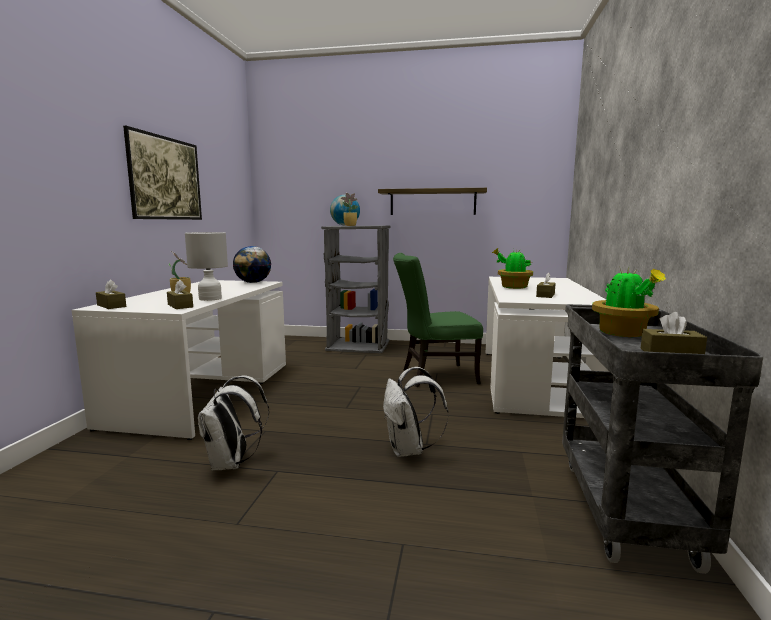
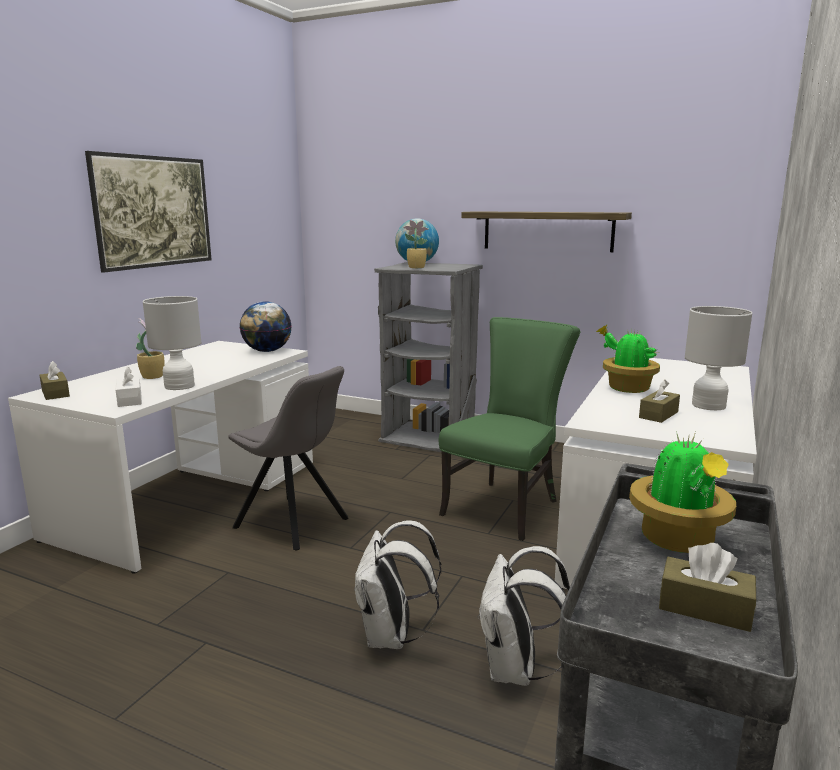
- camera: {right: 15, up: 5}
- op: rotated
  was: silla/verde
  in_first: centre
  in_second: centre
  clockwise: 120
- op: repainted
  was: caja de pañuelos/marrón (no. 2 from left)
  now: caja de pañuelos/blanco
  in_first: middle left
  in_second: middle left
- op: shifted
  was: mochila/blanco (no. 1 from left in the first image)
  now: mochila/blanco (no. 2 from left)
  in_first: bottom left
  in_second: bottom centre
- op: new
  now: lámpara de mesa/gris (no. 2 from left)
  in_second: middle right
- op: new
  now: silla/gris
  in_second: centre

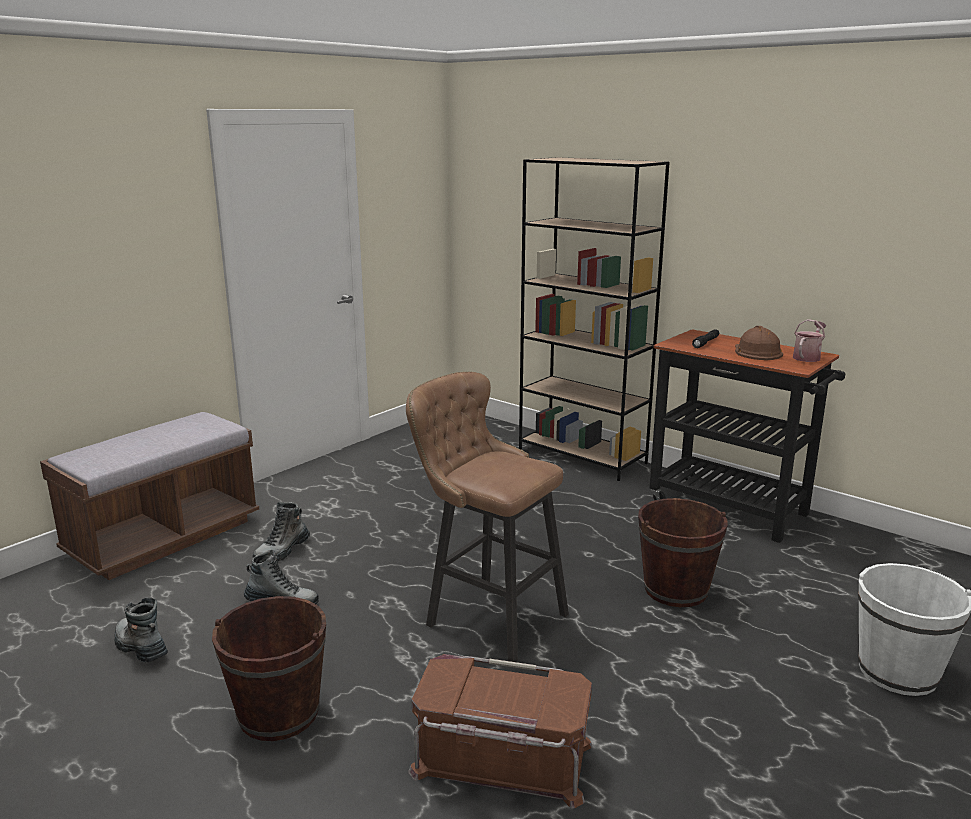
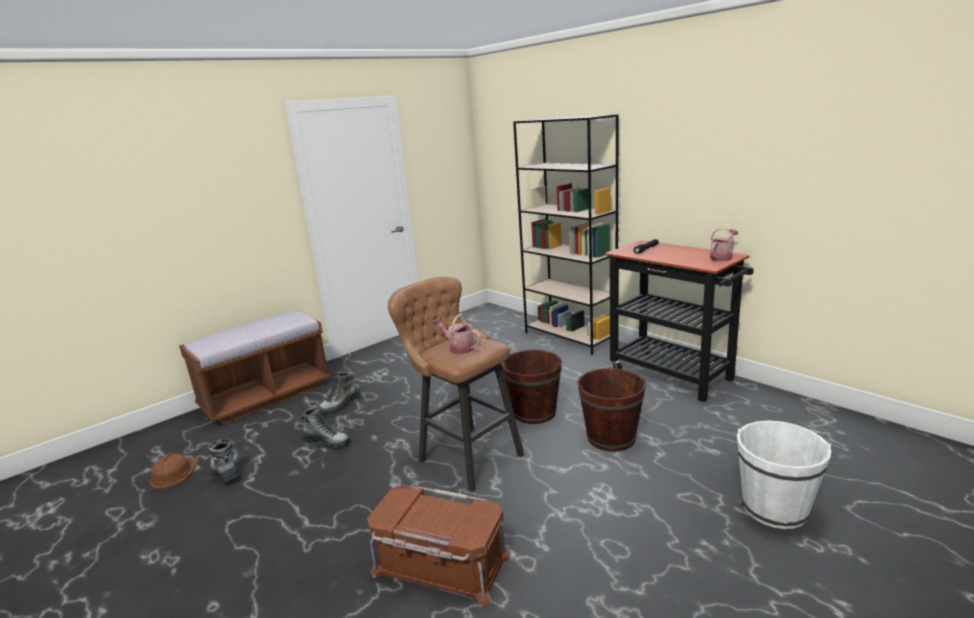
- camera: {right: 10, up: 0}
- op: shifted
  was: casco/marrón
  in_first: middle right
  in_second: bottom left
- op: shifted
  was: cubo/marrón (no. 1 from left)
  in_first: bottom left
  in_second: centre
- op: new
  now: regadera (no. 1 from left)
  in_second: centre

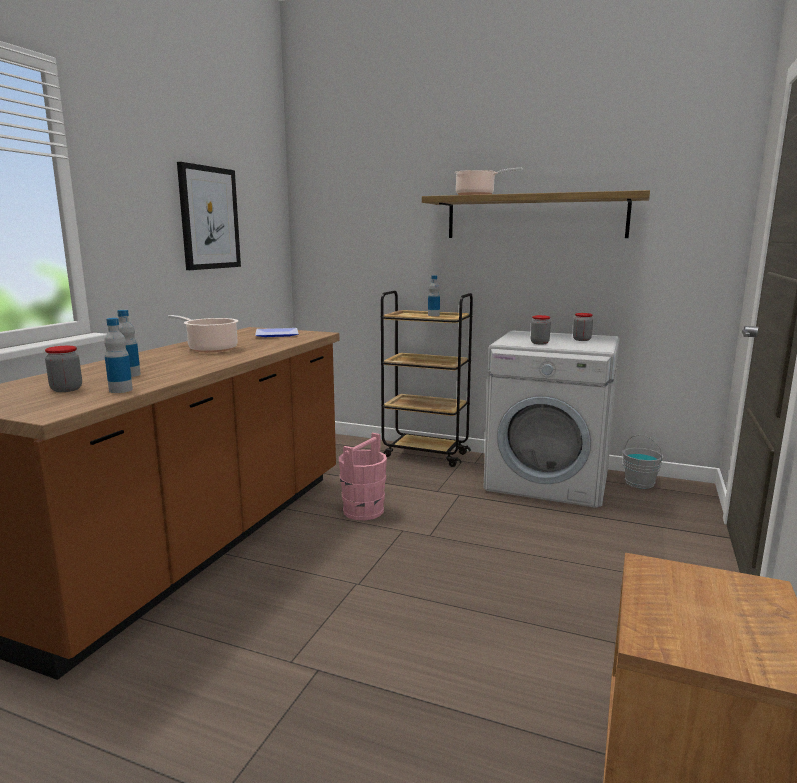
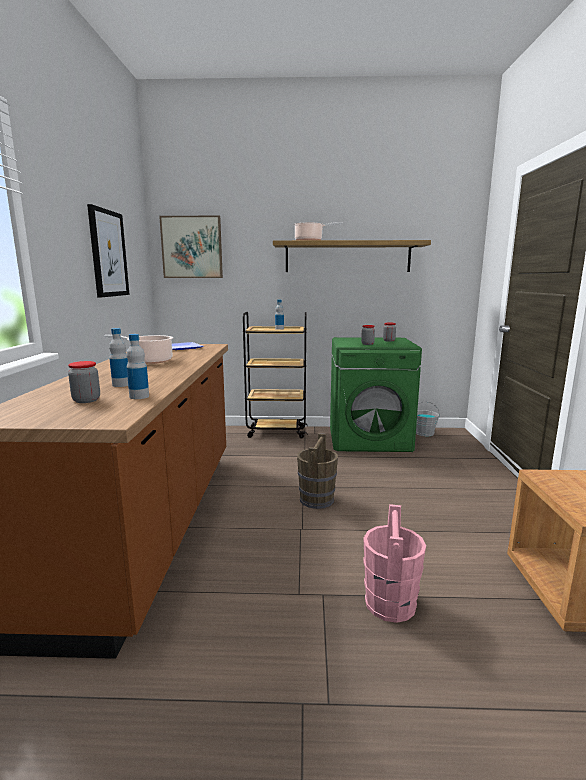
- camera: {right: -20, up: 0}
- op: repainted
  was: lavadora/blanco
  now: lavadora/verde
  in_first: middle right
  in_second: centre
- op: shifted
  was: cubo/rosa
  in_first: centre
  in_second: bottom right
- op: new
  now: cuadro (no. 2 from left)
  in_second: top left
- op: new
  now: cubo/marrón
  in_second: centre

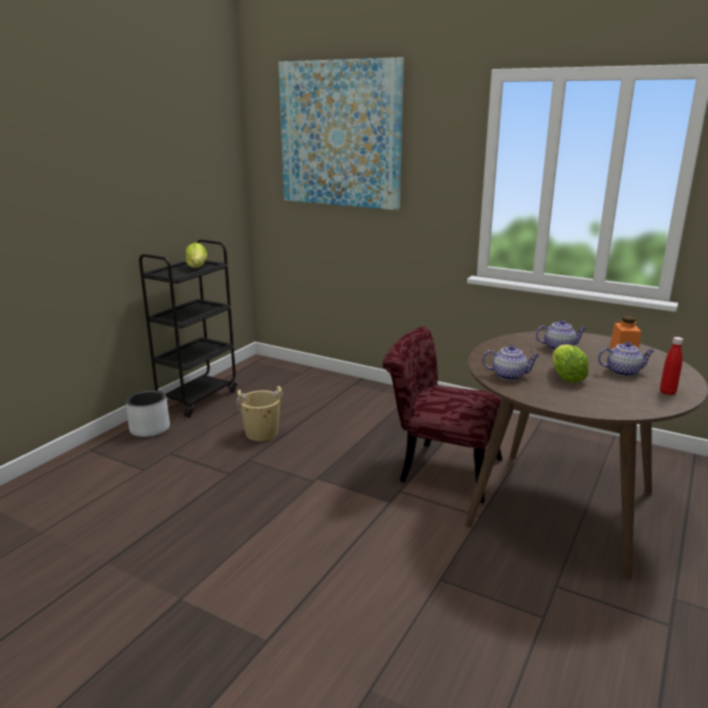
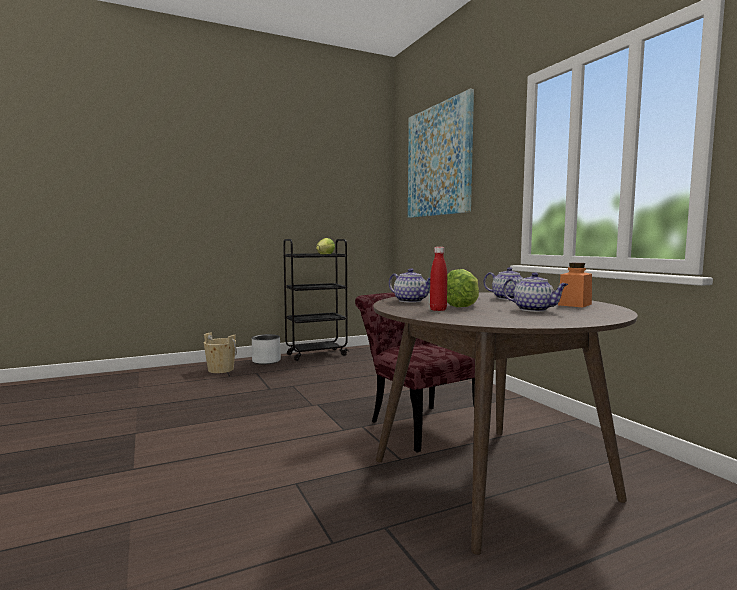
- camera: {right: 35, up: -15}
- op: shifted
  was: botella/rojo
  in_first: middle right
  in_second: centre
- op: shifted
  was: cubo/beis
  in_first: centre
  in_second: middle left

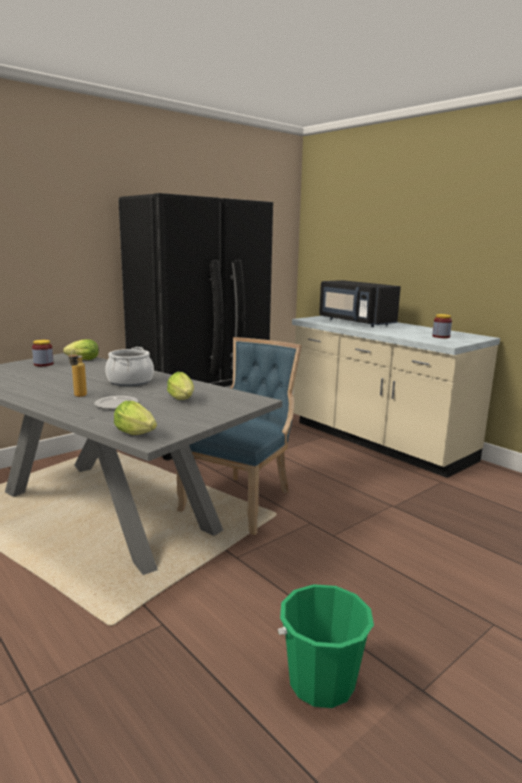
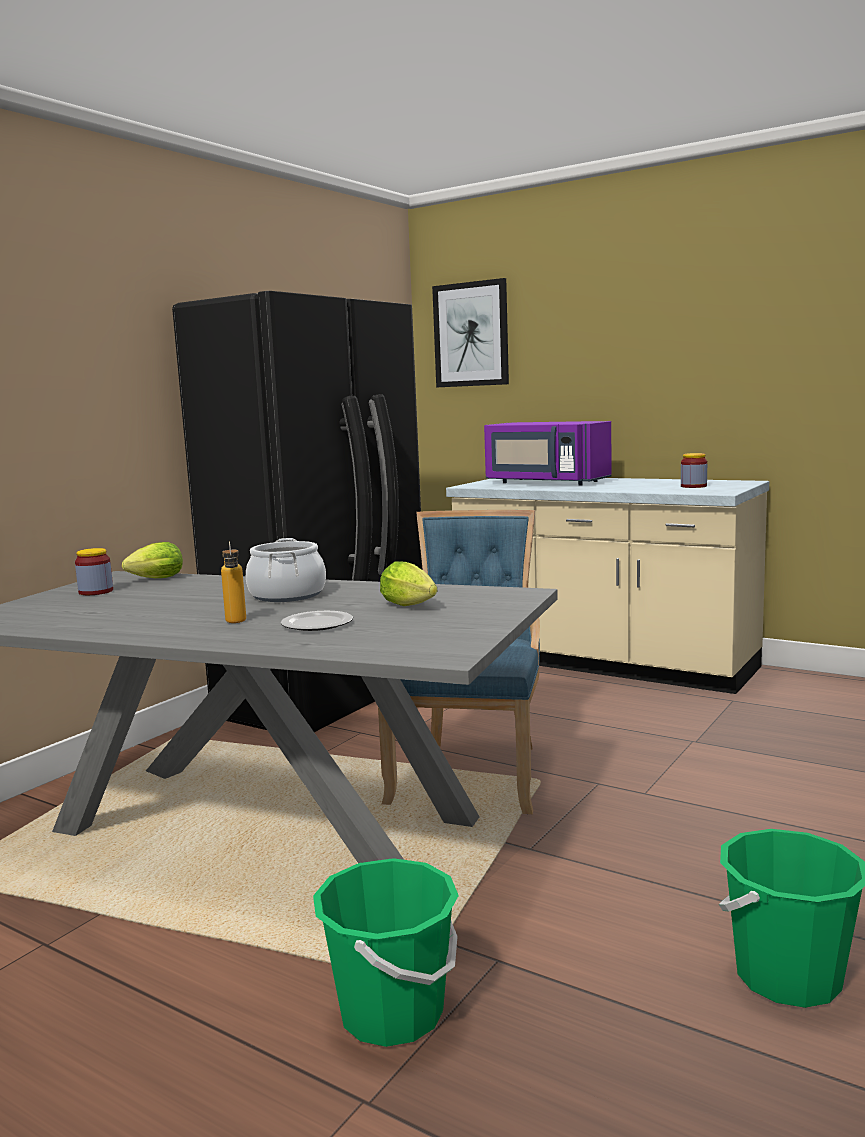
- camera: {right: -15, up: -5}
- op: repainted
  was: microondas/negro
  now: microondas/morado
  in_first: middle right
  in_second: centre
- op: gone
  was: lechuga (no. 2 from left)
  in_first: middle left
- op: new
  now: cuadro
  in_second: top centre
- op: new
  now: cubo/verde (no. 1 from left)
  in_second: bottom centre

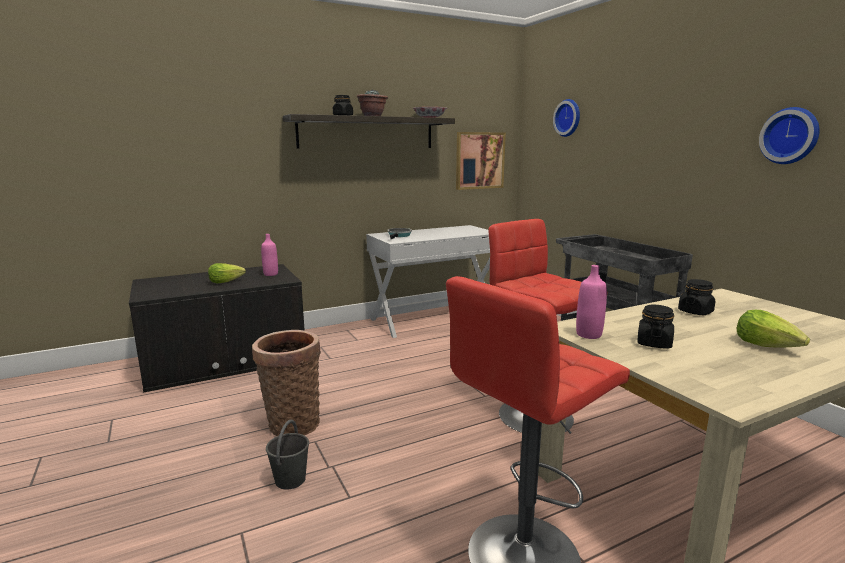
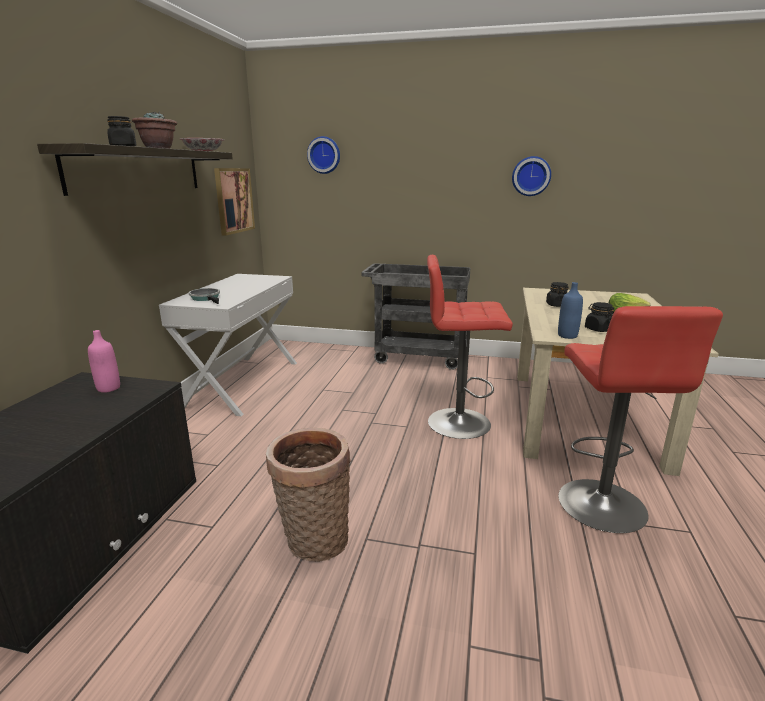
- camera: {right: -50, up: 5}
- op: gone
  was: lechuga (no. 1 from left)
  in_first: middle left
- op: repainted
  was: botella/rosa (no. 2 from left)
  now: botella/azul
  in_first: middle right
  in_second: middle right
- op: gone
  was: cubo/gris
  in_first: bottom centre

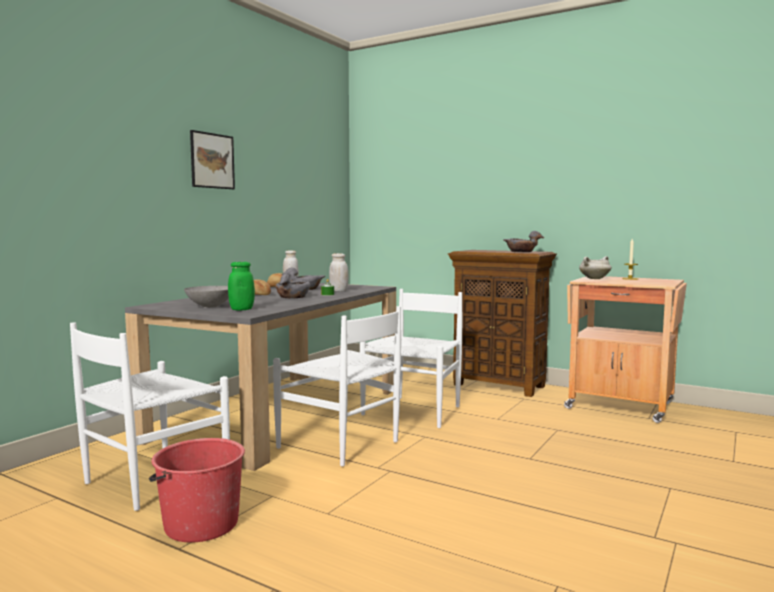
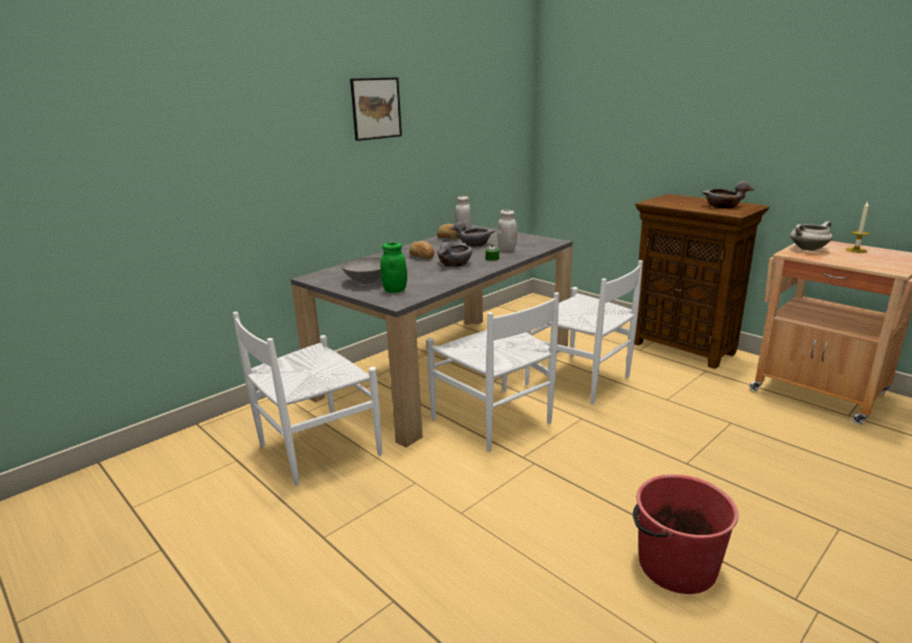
- camera: {right: 15, up: 15}
- op: rotated
  was: silla/blanco (no. 3 from left)
  in_first: centre
  in_second: centre
  clockwise: 90
- op: shifted
  was: cubo/rojo
  in_first: bottom left
  in_second: bottom right

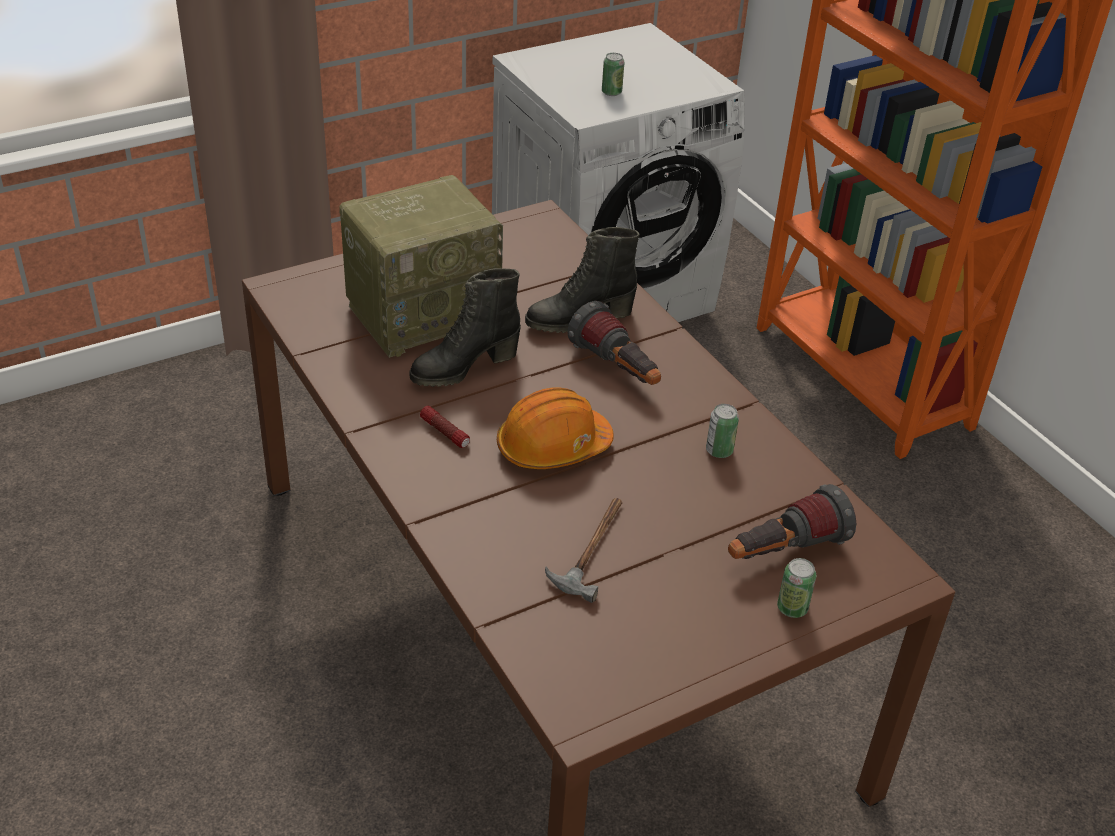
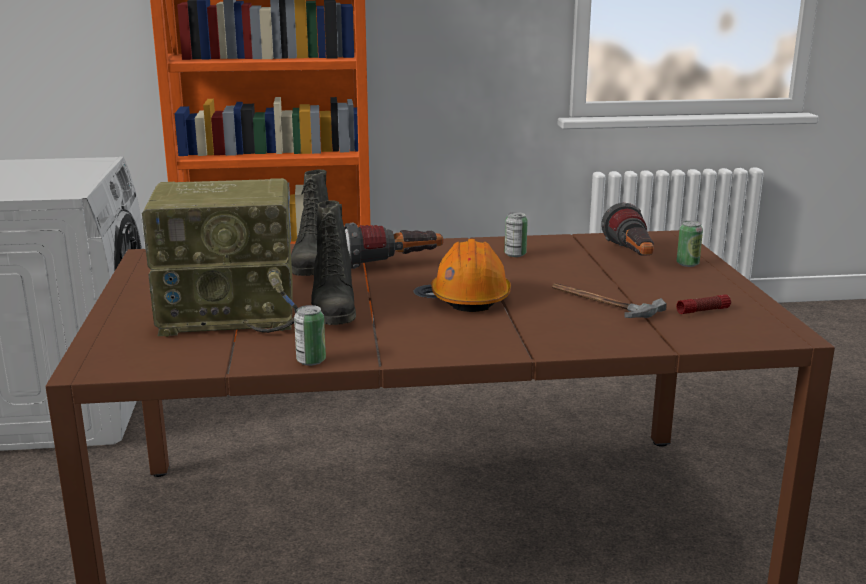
- camera: {right: -65, up: -20}
- op: shifted
  was: lata (no. 1 from left)
  in_first: top centre
  in_second: centre
- op: rotated
  was: radio
  in_first: top centre
  in_second: middle left
  clockwise: 90
- op: shifted
  was: linterna (no. 1 from left in the first image)
  now: linterna (no. 3 from left)
  in_first: centre
  in_second: middle right

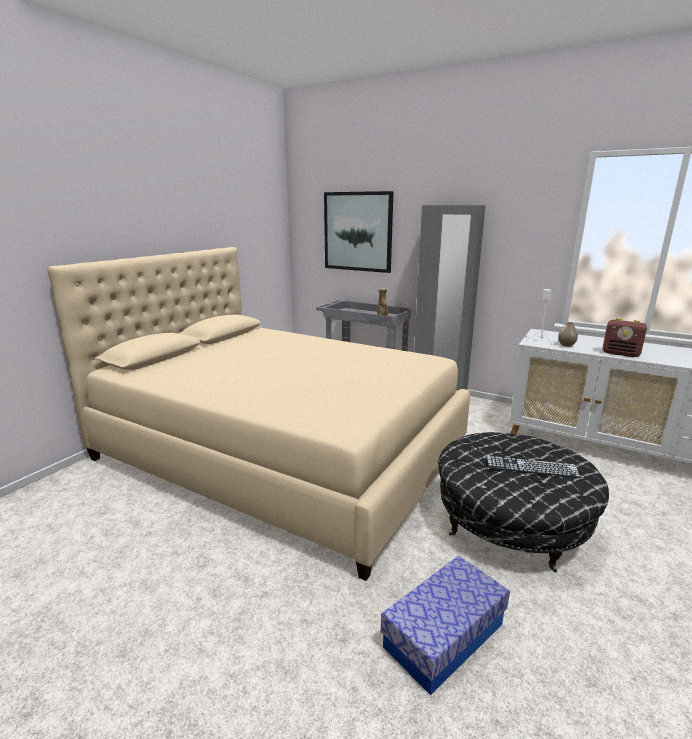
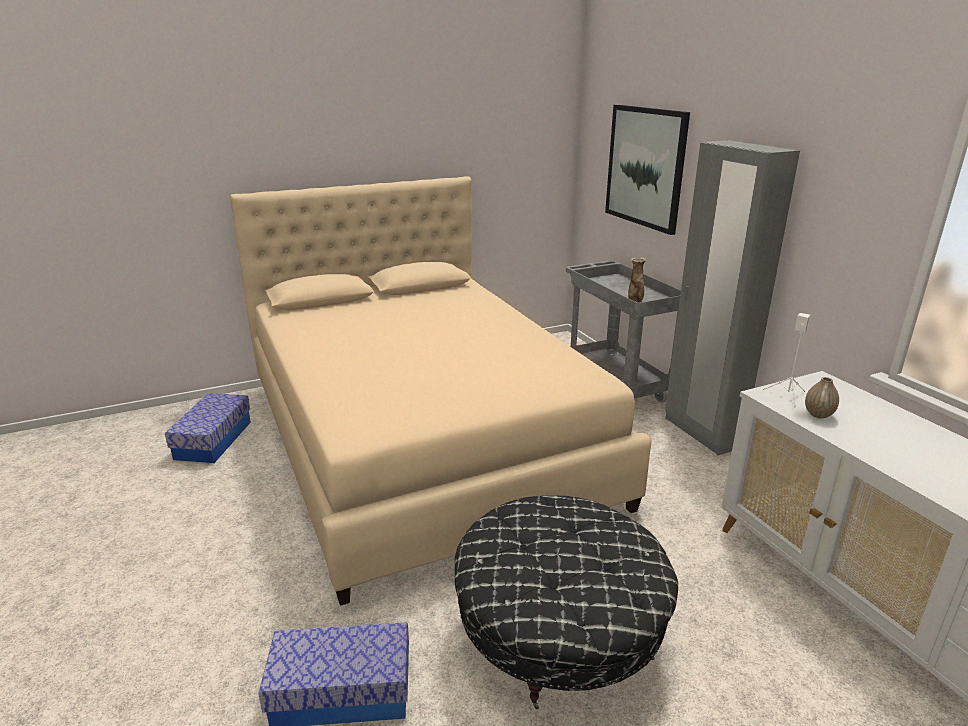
- camera: {right: 35, up: 5}
- op: gone
  was: radio
  in_first: middle right
- op: gone
  was: teclado
  in_first: middle right
- op: new
  now: caja de almacenaje (no. 1 from left)
  in_second: middle left

